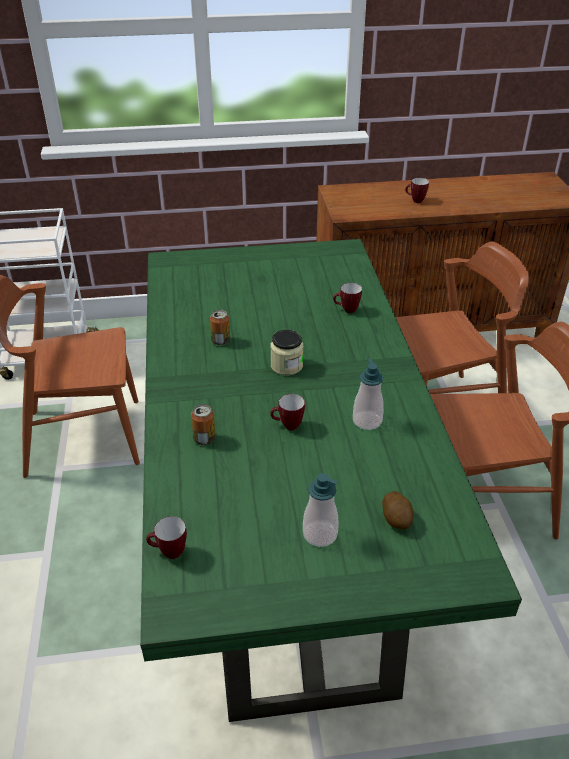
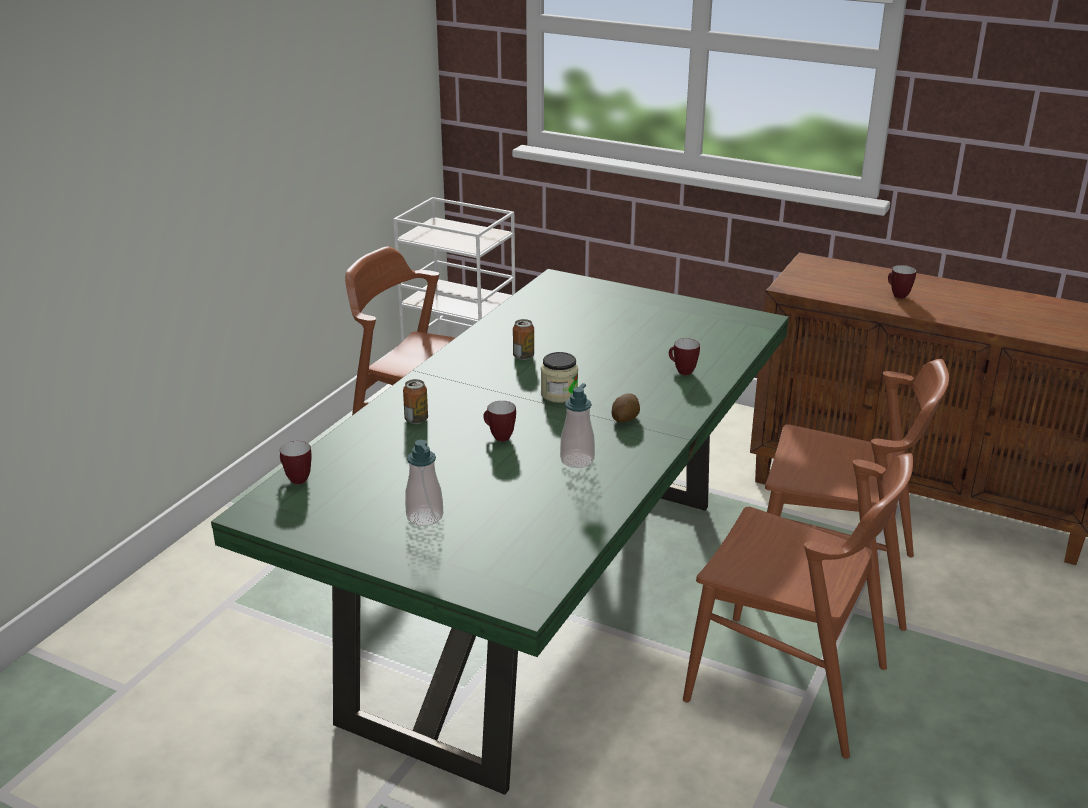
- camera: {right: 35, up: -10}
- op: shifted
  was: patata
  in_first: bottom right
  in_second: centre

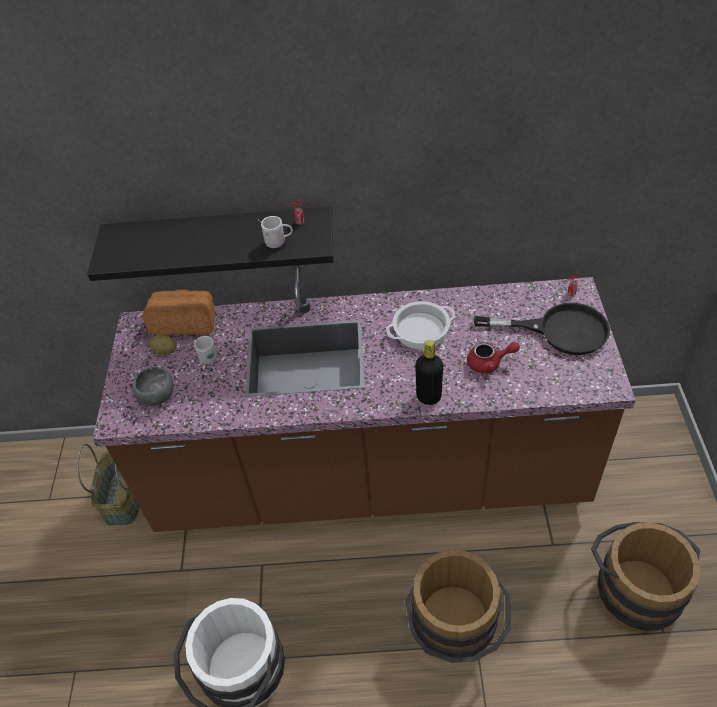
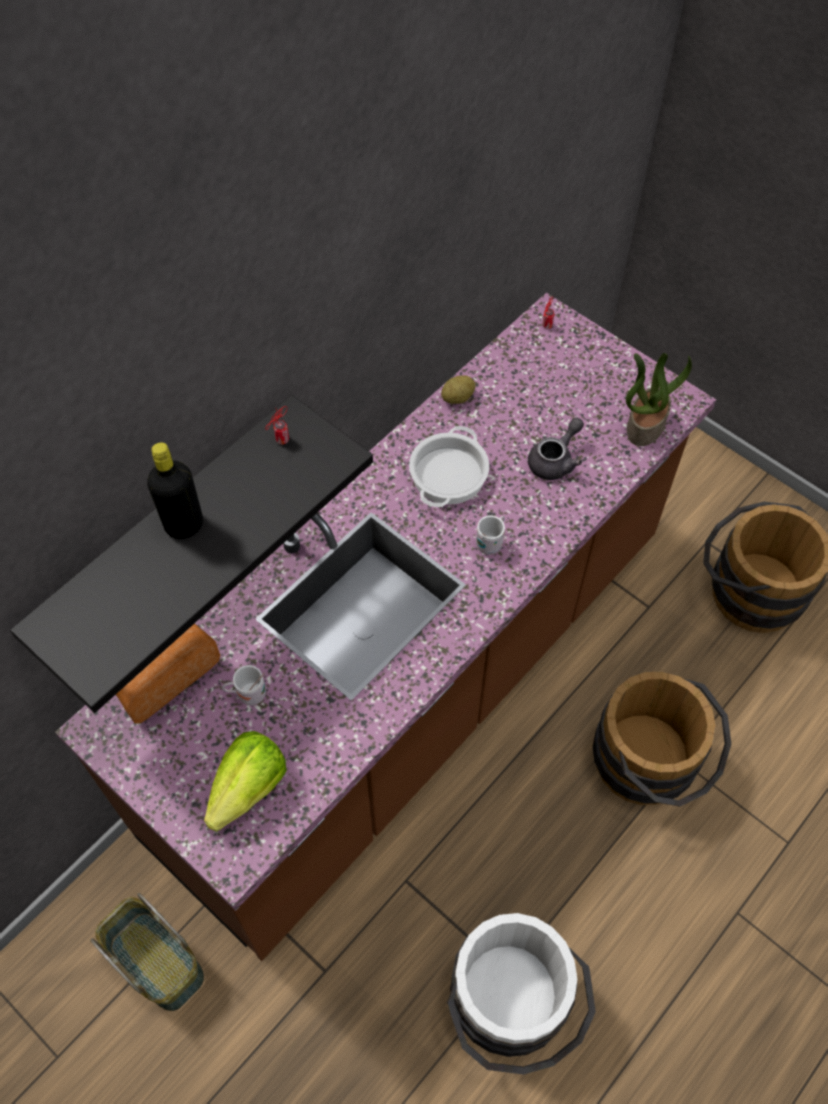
- camera: {right: -50, up: 10}
- op: shifted
  was: taza grande/blanco (no. 2 from left)
  in_first: top centre
  in_second: centre
- op: gone
  was: sartén/negro
  in_first: middle right
- op: shifted
  was: patata
  in_first: middle left
  in_second: centre
- op: shifted
  was: botella/negro
  in_first: centre
  in_second: middle left
- op: repainted
  was: tetera/rojo
  now: tetera/gris
  in_first: middle right
  in_second: middle right
- op: swapped
  was: cuenco/gris
  now: lechuga
  in_first: middle left
  in_second: bottom left
- op: new
  now: planta en maceta
  in_second: middle right

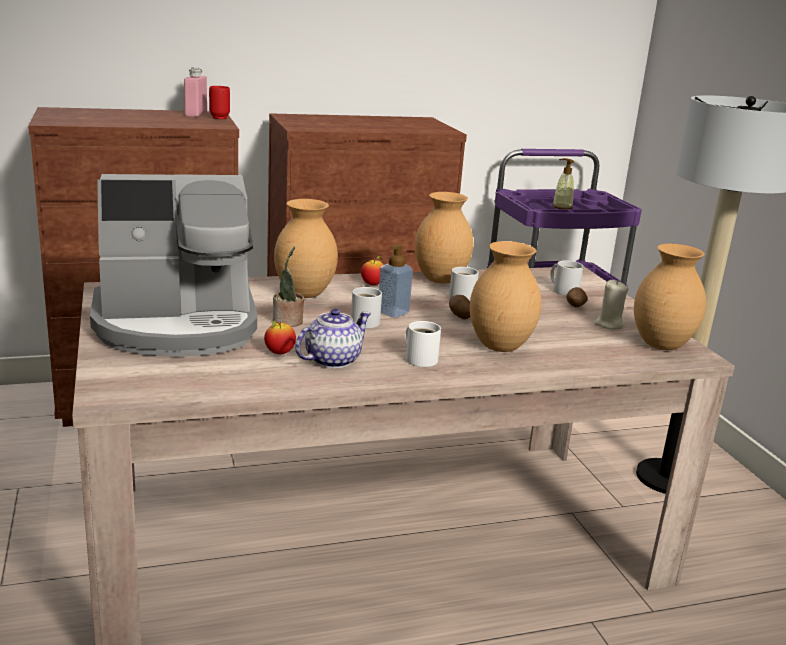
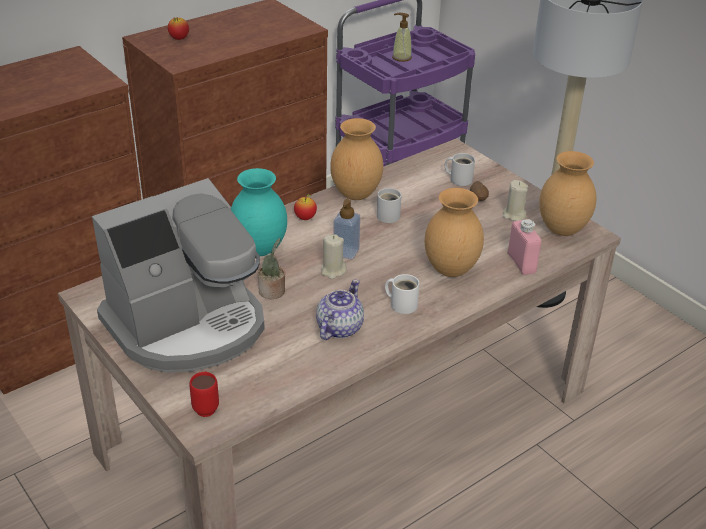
- camera: {right: -20, up: 15}
- op: shifted
  was: botella/rosa
  in_first: top left
  in_second: middle right
- op: shifted
  was: taza grande/rojo
  in_first: top left
  in_second: bottom left
- op: repainted
  was: florero/marrón (no. 1 from left)
  now: florero/turquesa
  in_first: centre
  in_second: centre
- op: swapped
  was: taza grande/blanco (no. 1 from left)
  now: vela/beis (no. 1 from left)
  in_first: centre
  in_second: centre
- op: gone
  was: patata (no. 1 from left)
  in_first: centre
- op: shifted
  was: manzana (no. 1 from left)
  in_first: centre
  in_second: top left

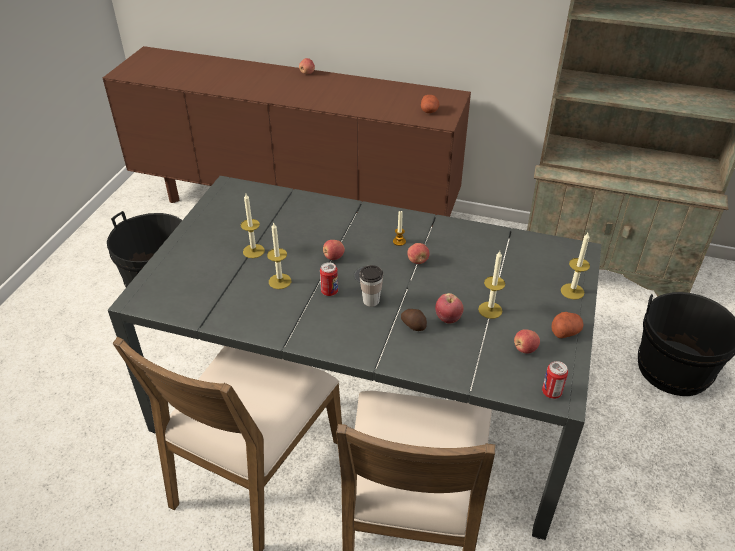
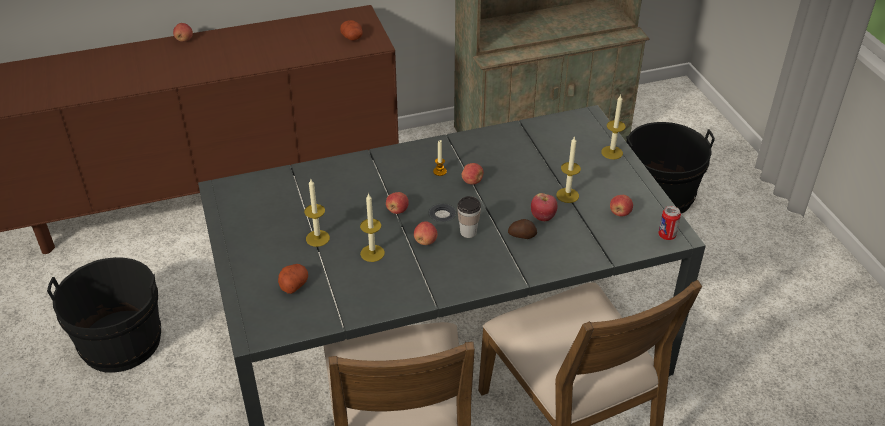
- camera: {right: -35, up: 0}
- op: swapped
  was: lata (no. 1 from left)
  now: manzana (no. 3 from left)
  in_first: centre
  in_second: centre
- op: shifted
  was: patata (no. 3 from left in the first image)
  now: patata (no. 1 from left)
  in_first: middle right
  in_second: middle left

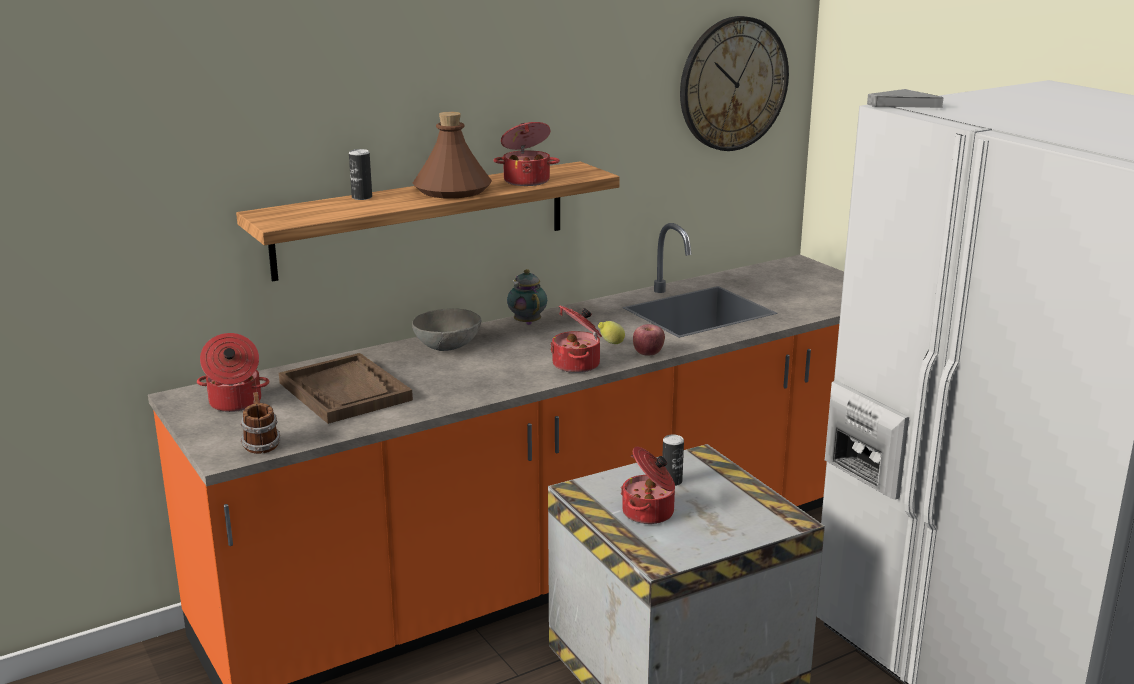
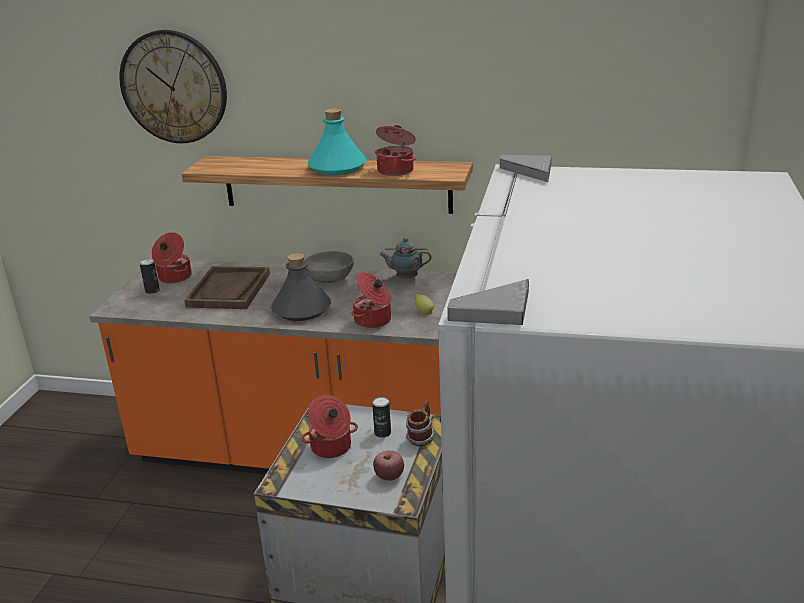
- camera: {right: 45, up: 5}
- op: shifted
  was: reloj de pared
  in_first: top centre
  in_second: top left
- op: repainted
  was: botella/marrón
  now: botella/turquesa
  in_first: top centre
  in_second: top centre
- op: shifted
  was: lata (no. 1 from left)
  in_first: top left
  in_second: middle left
- op: rotated
  was: tetera
  in_first: centre
  in_second: centre
  clockwise: -105
- op: shifted
  was: manzana
  in_first: centre
  in_second: bottom centre
- op: shifted
  was: taza grande
  in_first: middle left
  in_second: bottom centre
- op: new
  now: botella/gris
  in_second: centre

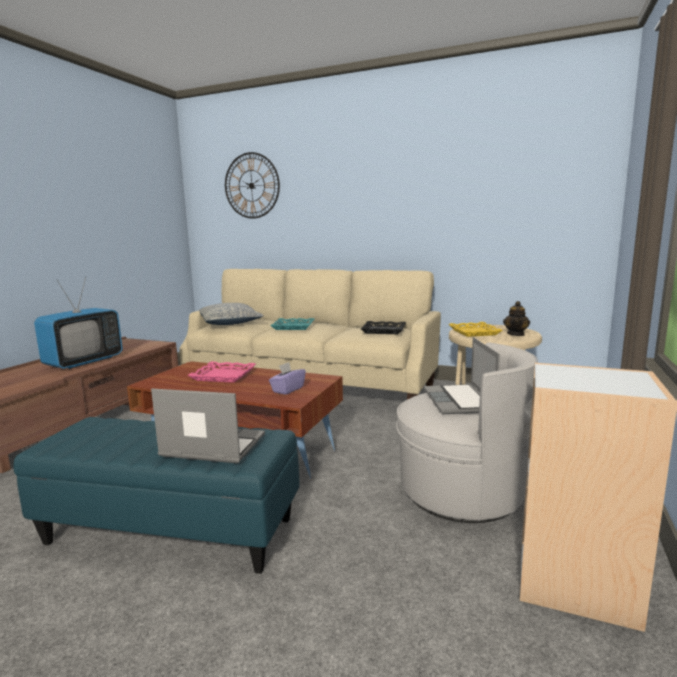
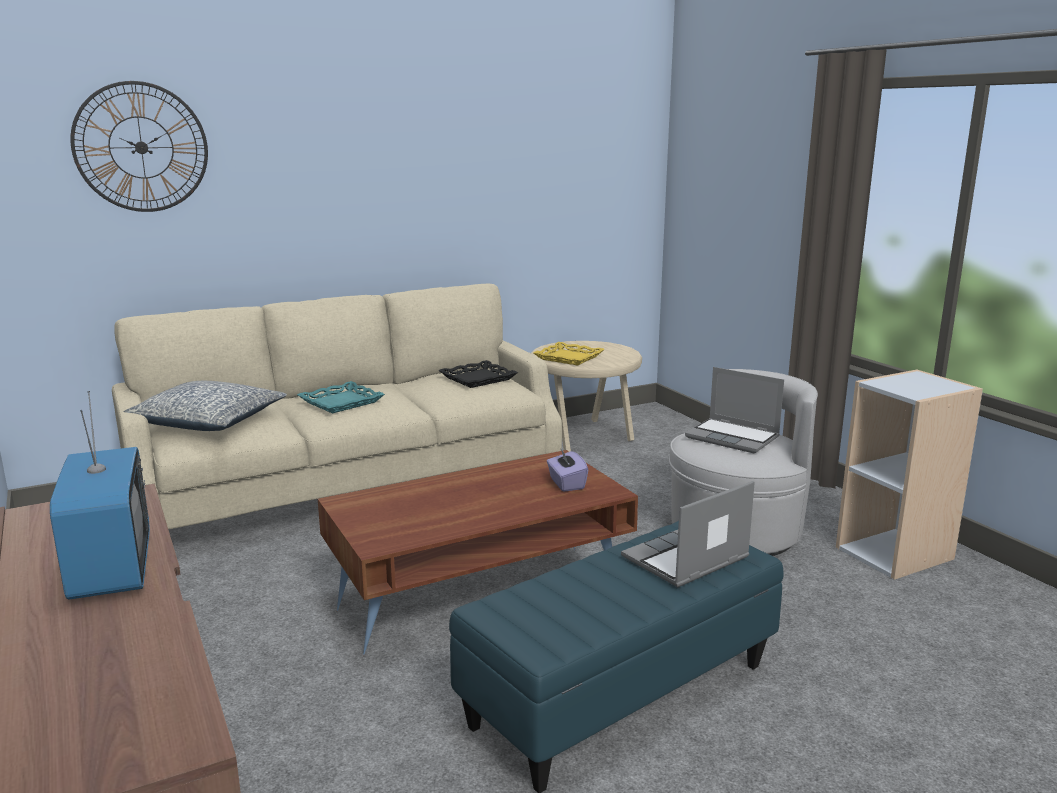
- camera: {right: -50, up: 5}
- op: gone
  was: tetera
  in_first: middle right
- op: gone
  was: bandeja/rosa
  in_first: middle left

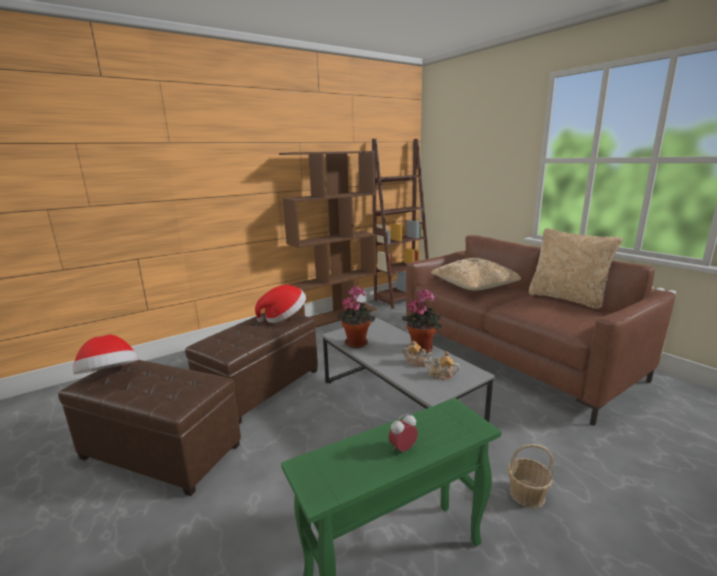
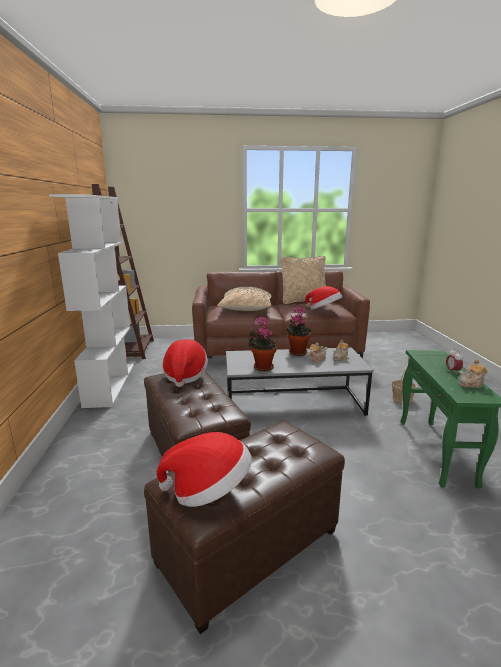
- camera: {right: -60, up: 0}
- op: repainted
  was: estantería/marrón (no. 1 from left)
  now: estantería/blanco
  in_first: centre
  in_second: middle left
- op: new
  now: sombrero (no. 3 from left)
  in_second: centre
- op: new
  now: tetera (no. 3 from left)
  in_second: middle right

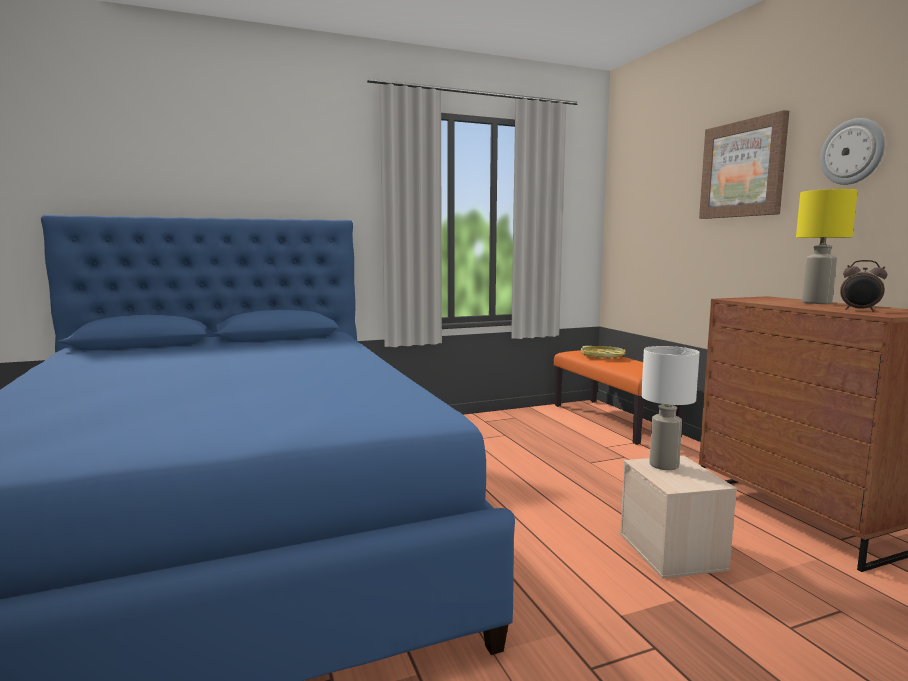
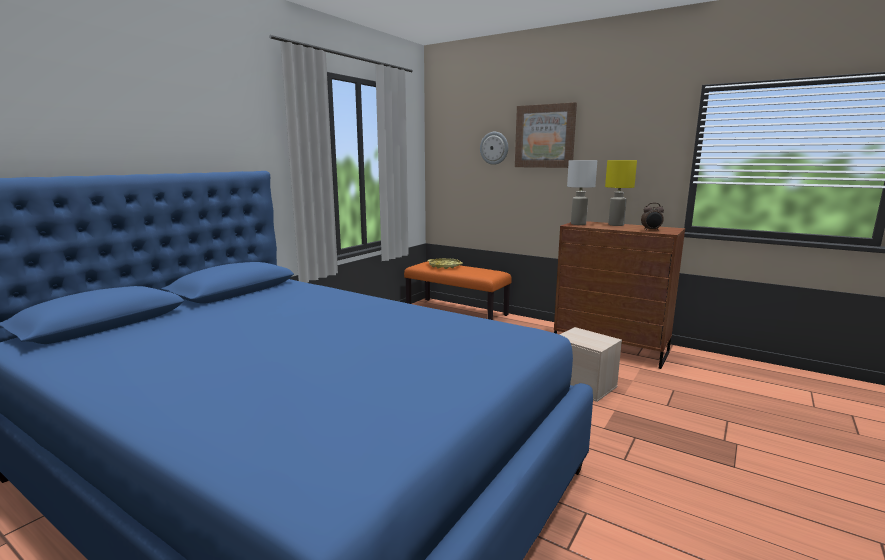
- camera: {right: -35, up: 5}
- op: shifted
  was: reloj de pared
  in_first: top right
  in_second: top centre
- op: shifted
  was: lámpara de mesa/blanco
  in_first: middle right
  in_second: centre

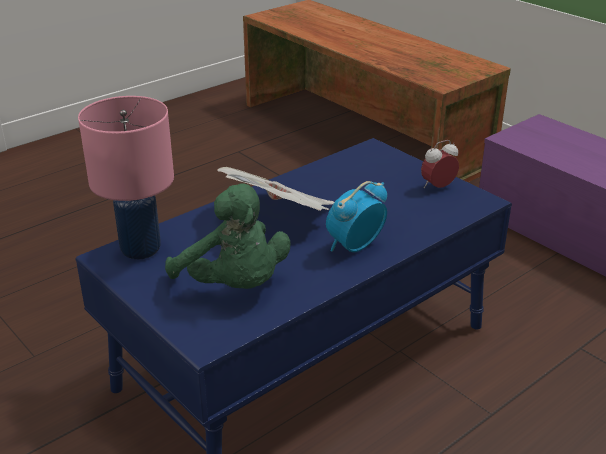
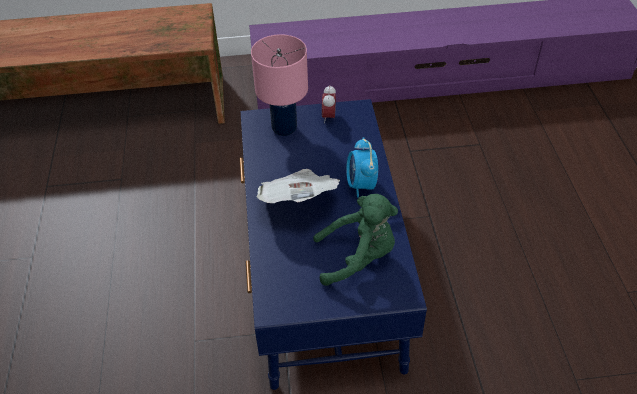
- camera: {right: -55, up: 15}
- op: shifted
  was: lámpara de mesa/rosa
  in_first: middle left
  in_second: top centre

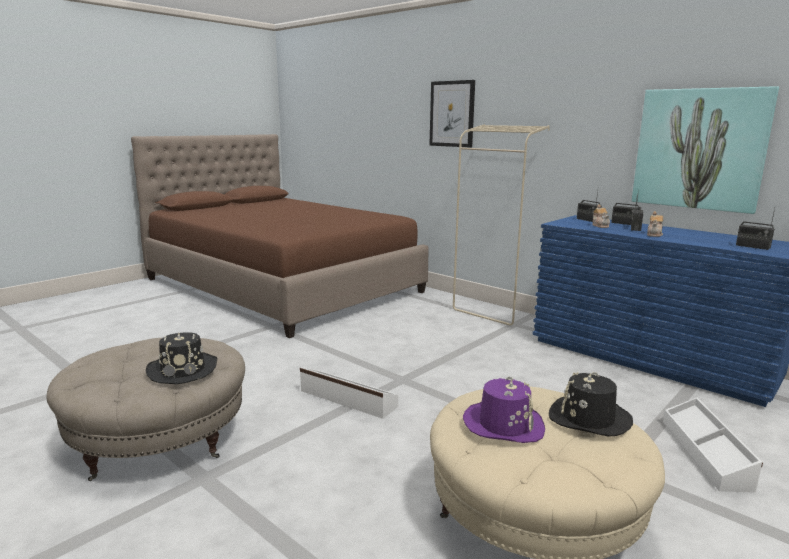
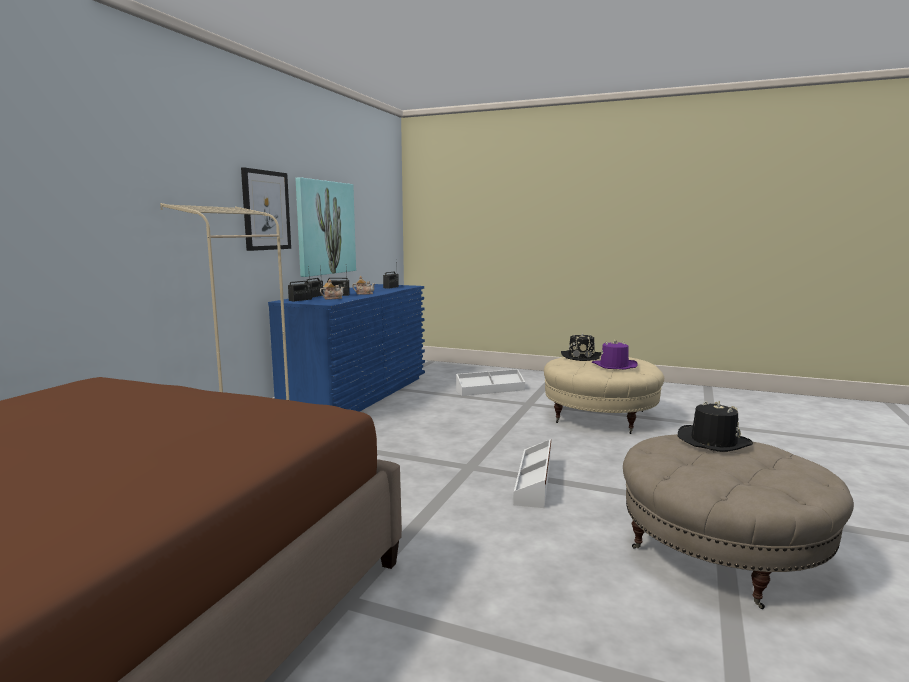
- camera: {right: -110, up: -5}
- op: shifted
  was: cuadro (no. 1 from left)
  in_first: top centre
  in_second: top left

